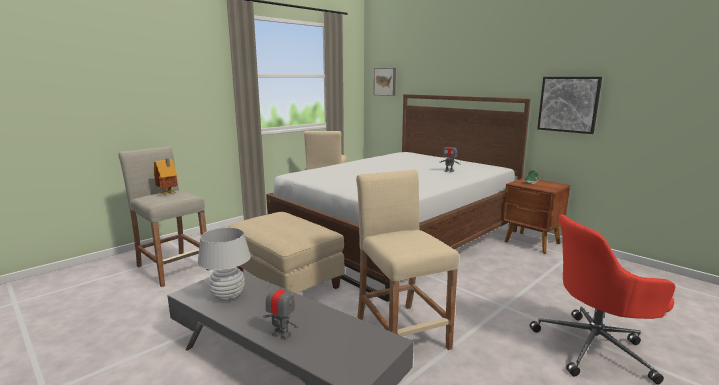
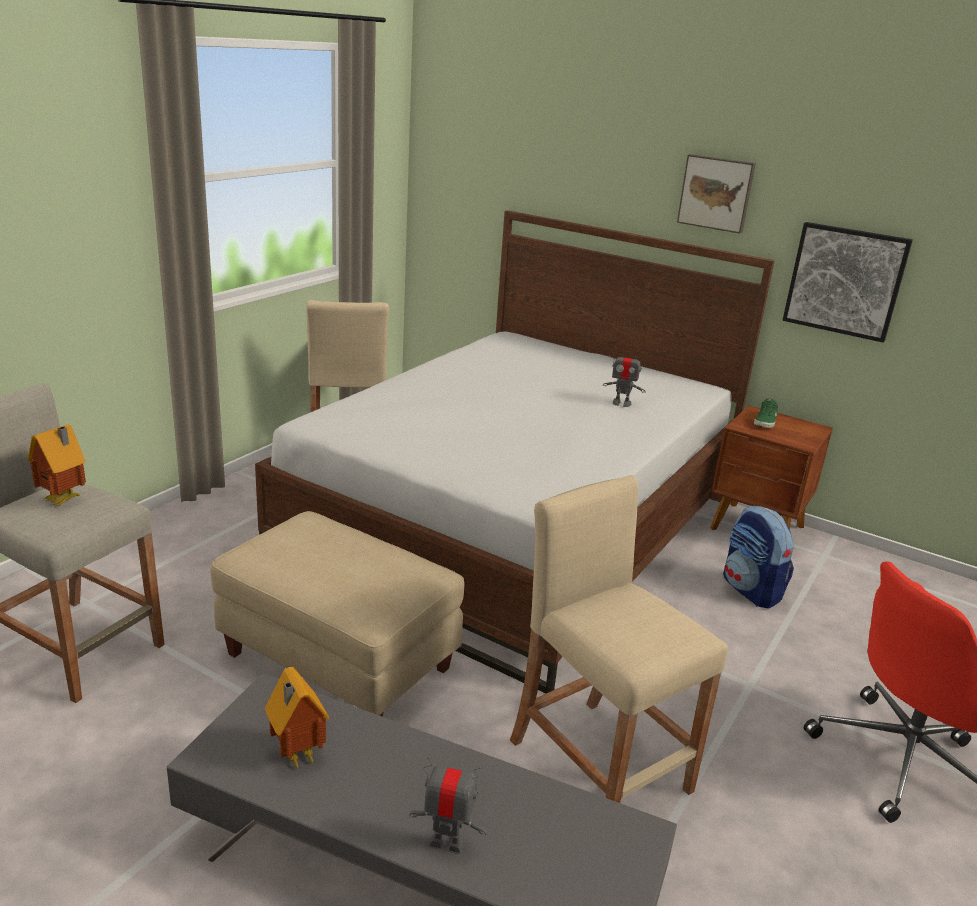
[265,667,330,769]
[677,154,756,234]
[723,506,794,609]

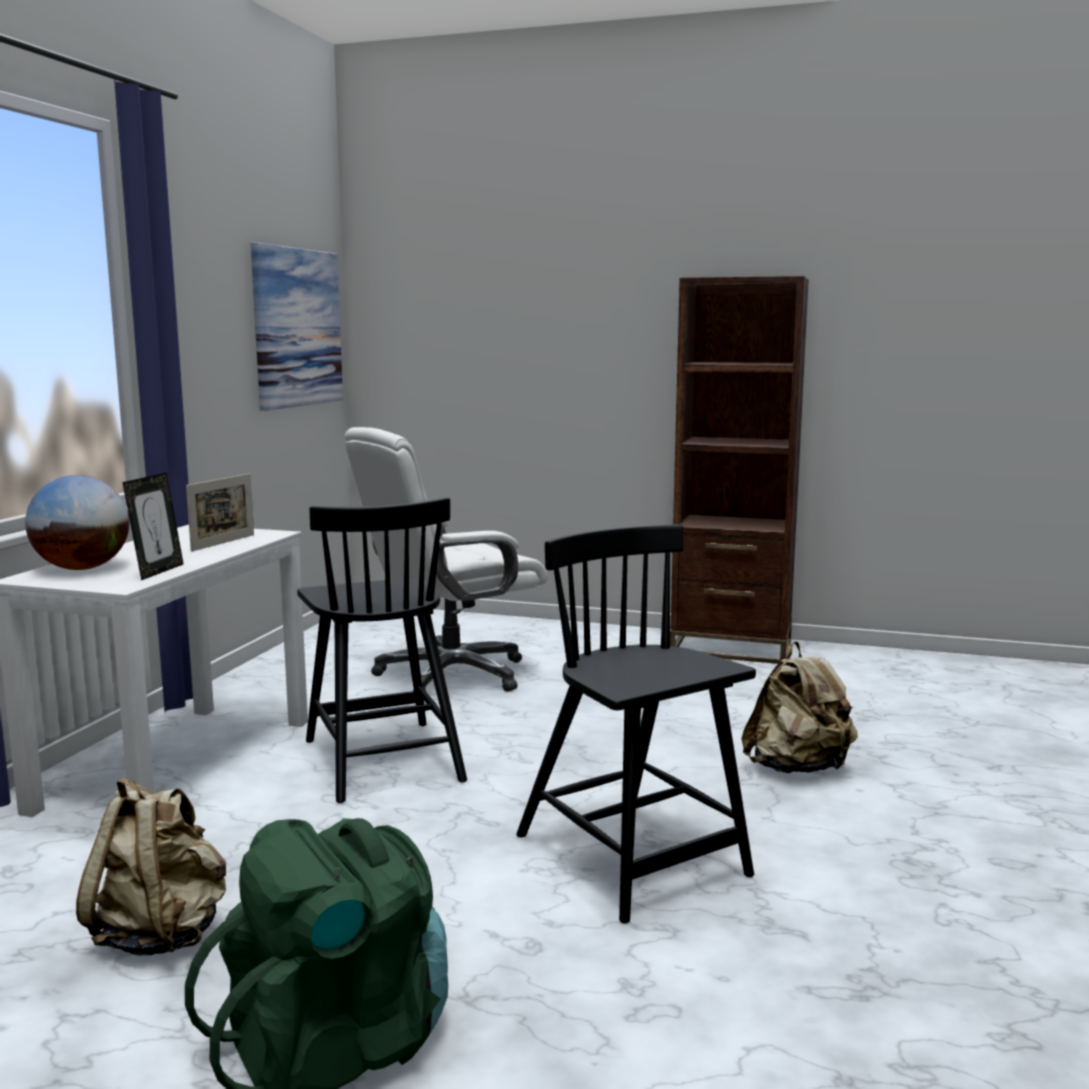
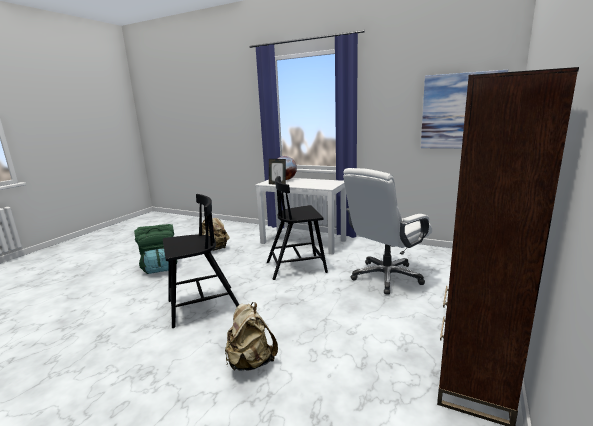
[186,473,254,552] (first image)
[343,168,432,295]

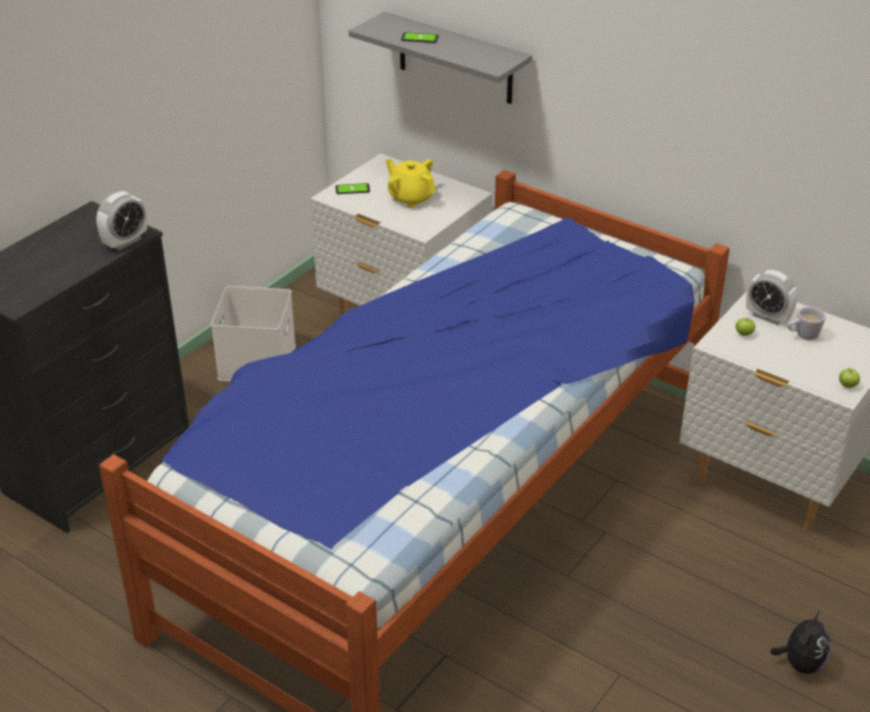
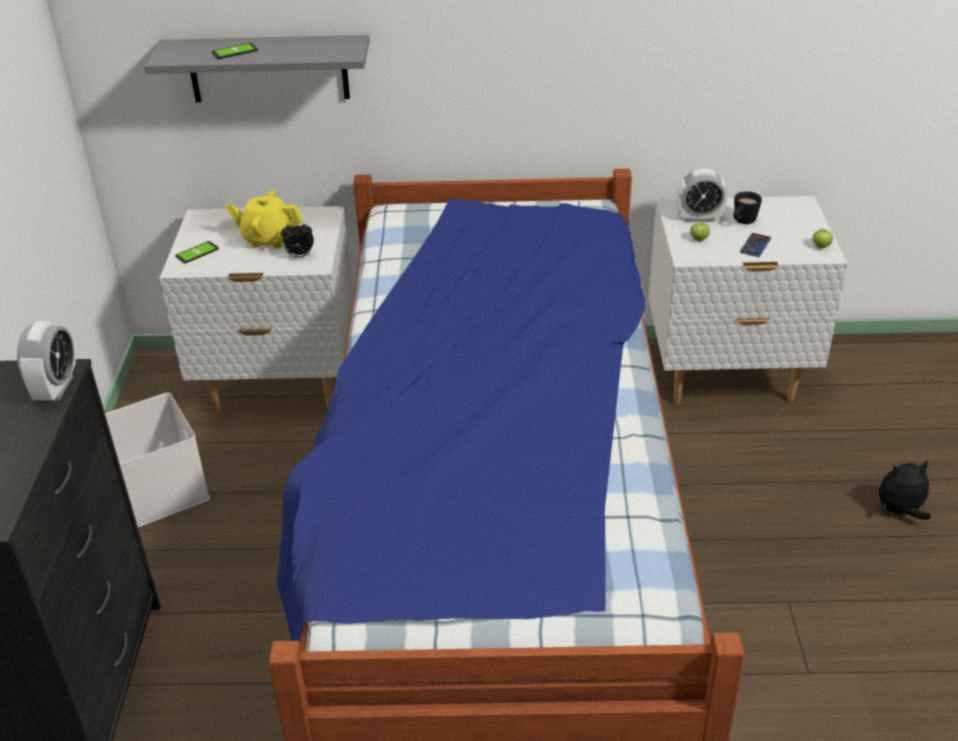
[879,460,930,520]
[733,191,762,224]
[281,221,314,257]
[740,233,771,257]

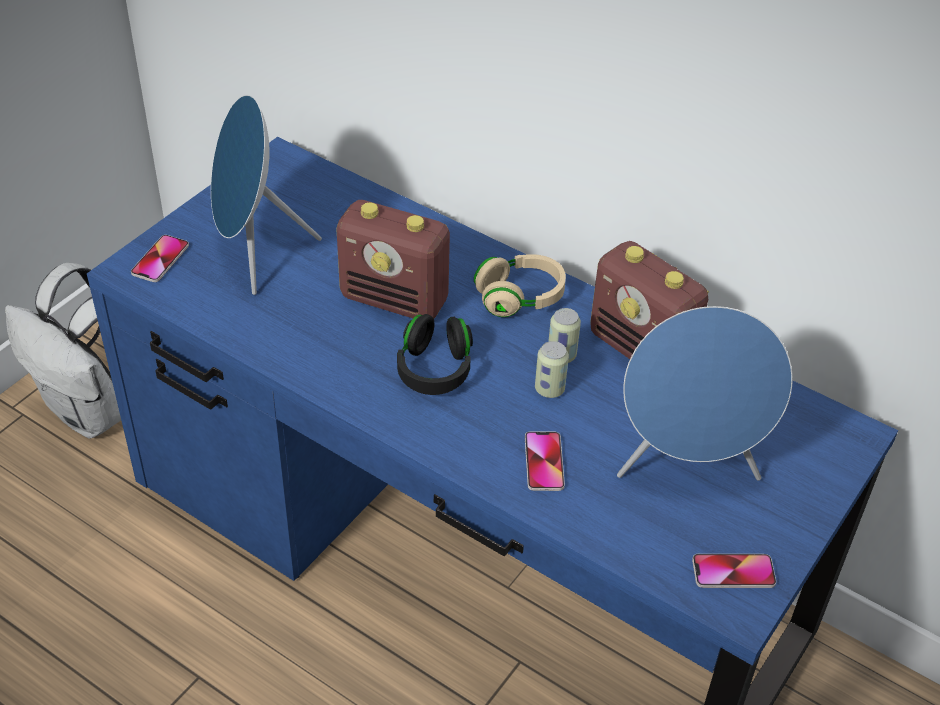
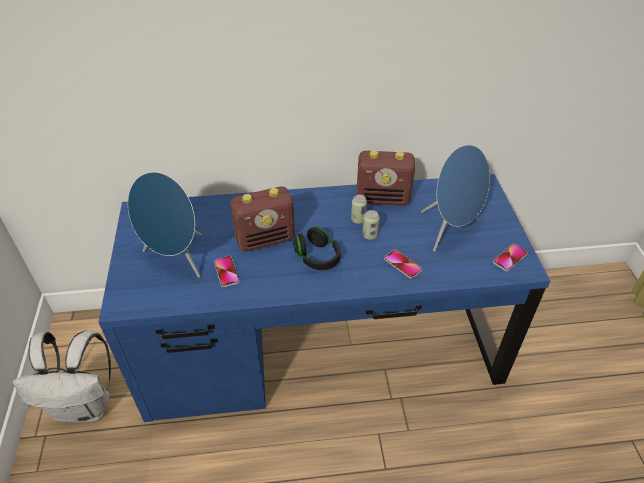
[214,256,240,287]
[474,254,566,317] (first image)

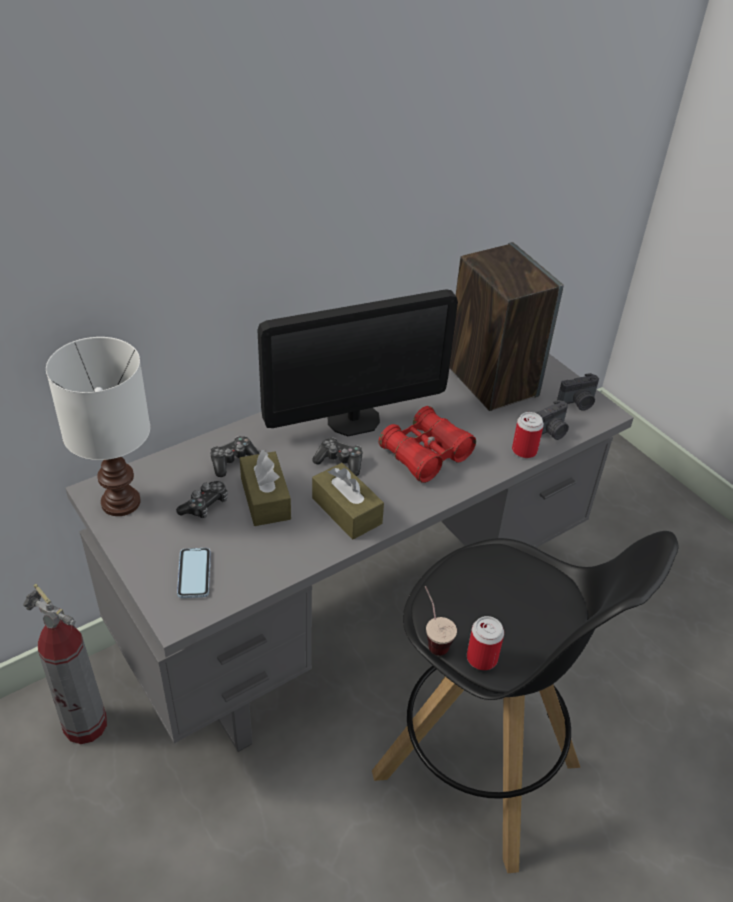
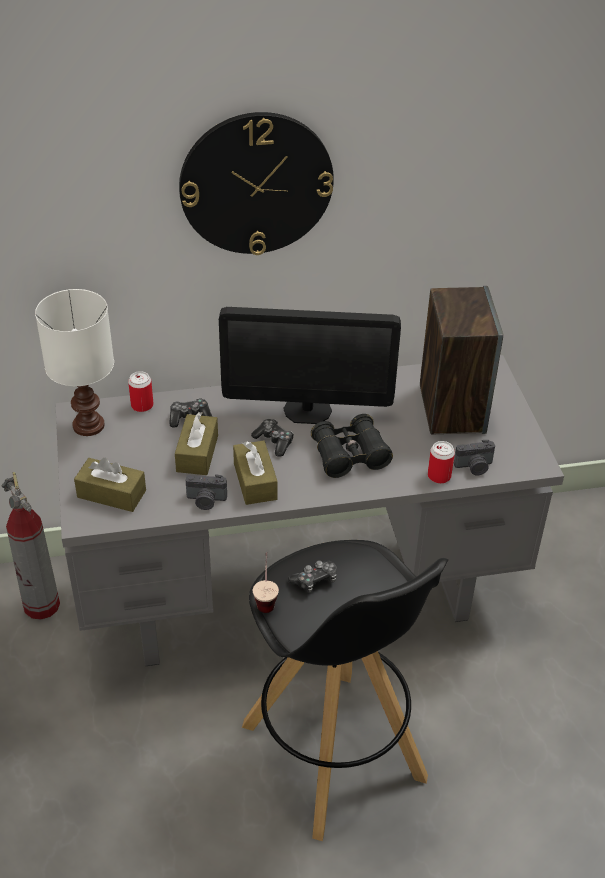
[288,560,337,592]
[74,457,146,512]
[311,414,393,478]
[128,371,154,412]
[186,474,227,510]
[179,112,334,255]

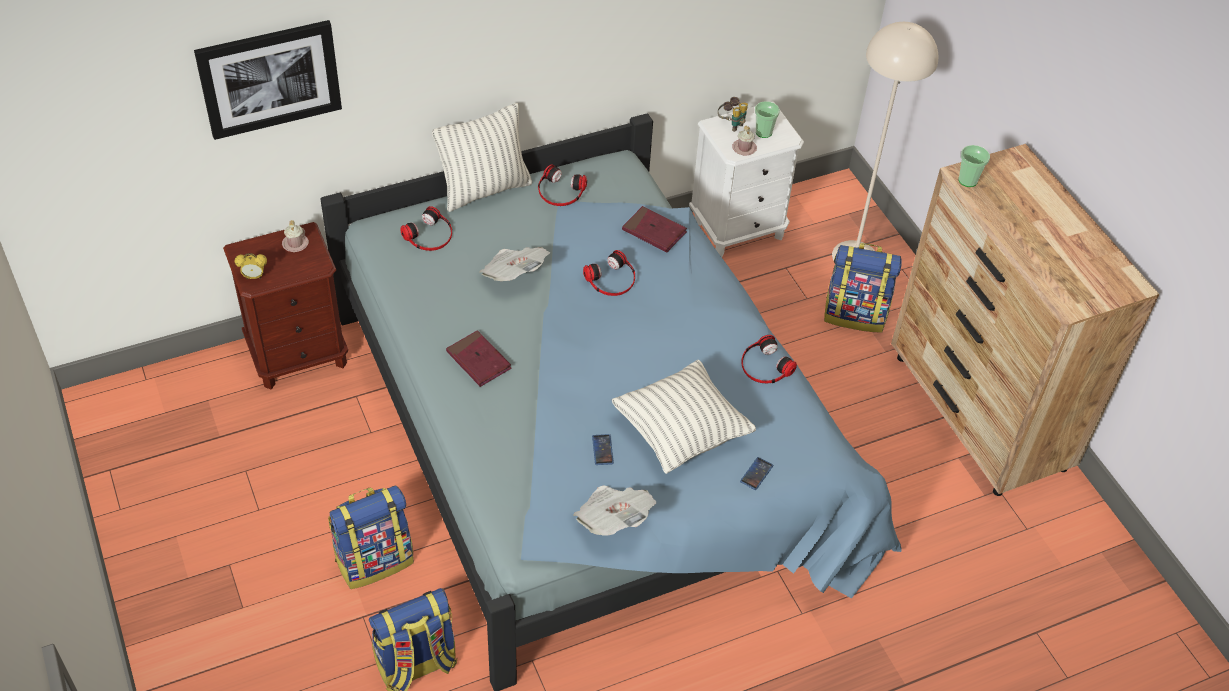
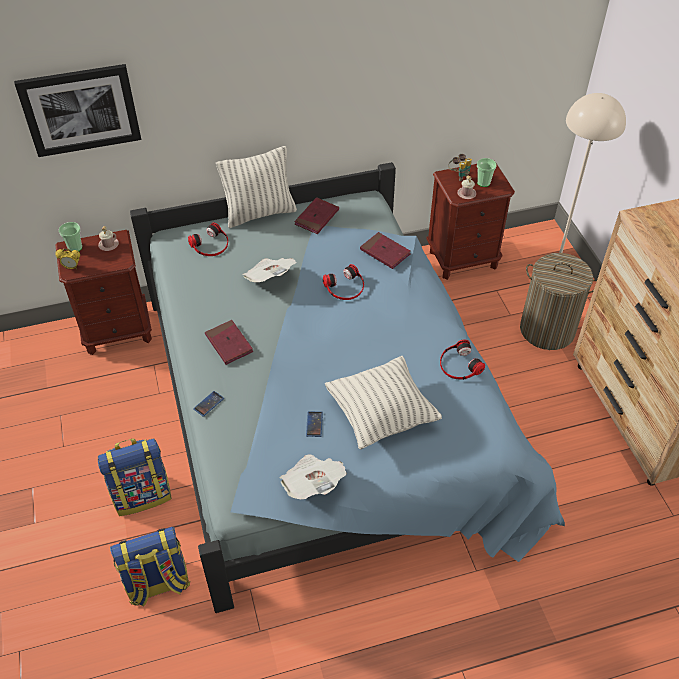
[294,197,339,234]
[426,163,515,280]
[193,391,224,417]
[520,253,597,350]
[59,222,82,251]

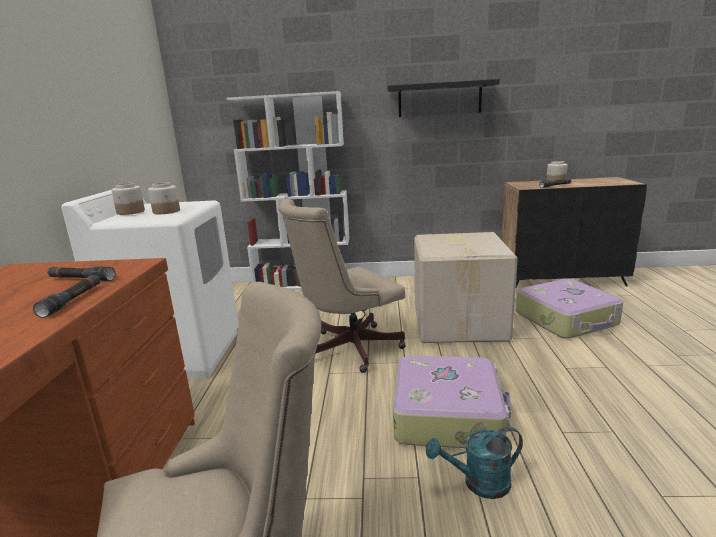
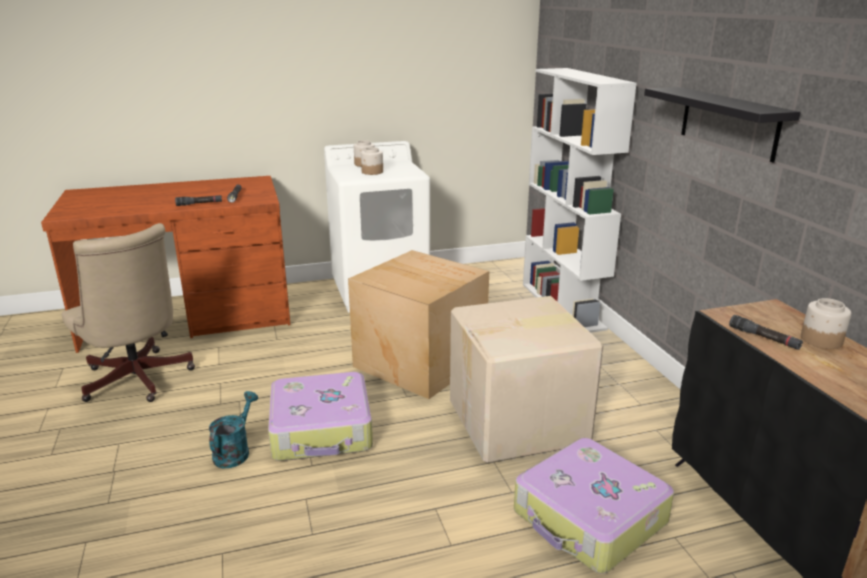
[348,250,489,399]
[209,391,258,468]

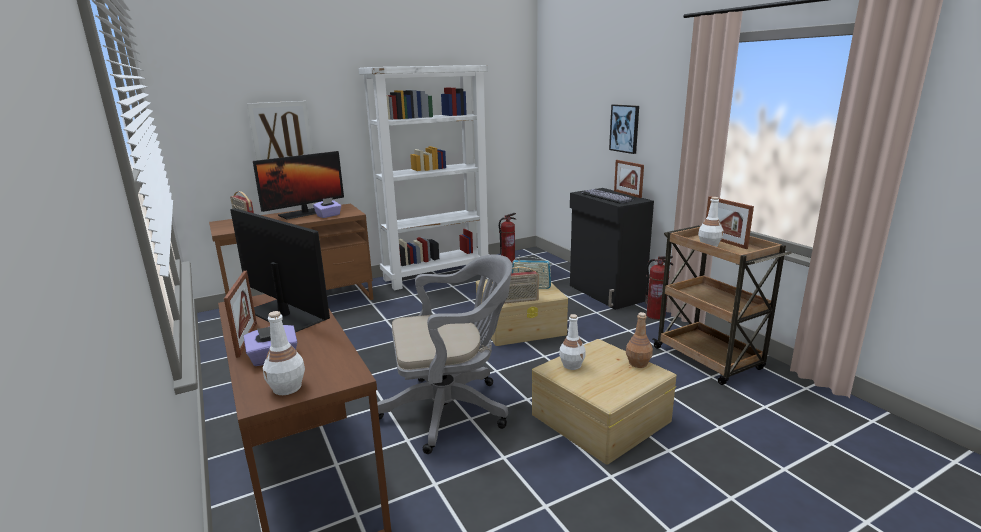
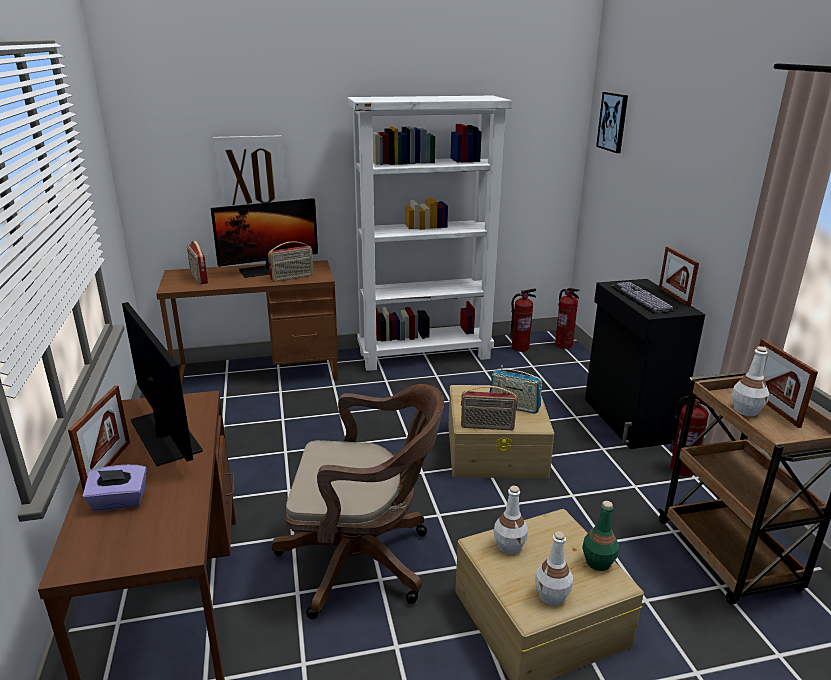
[535,531,573,605]
[268,241,314,282]
[272,384,444,619]
[596,92,628,153]
[582,501,619,571]
[555,288,580,349]

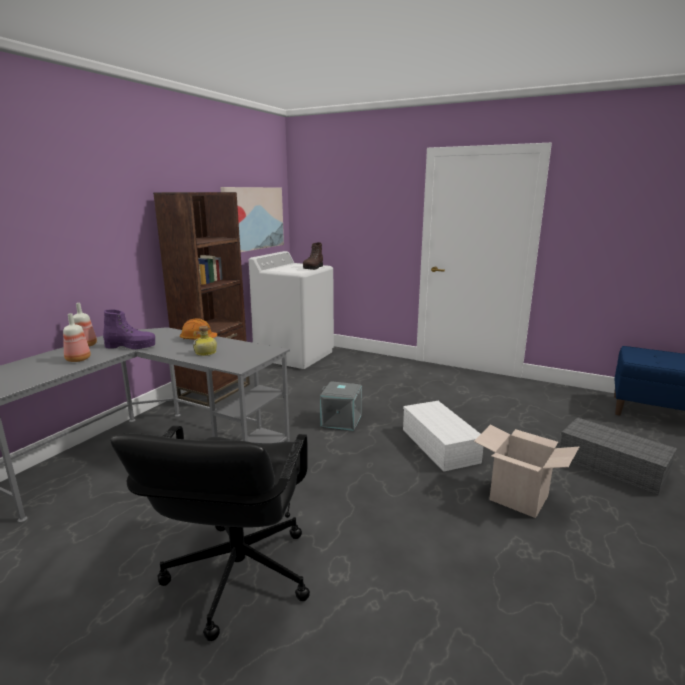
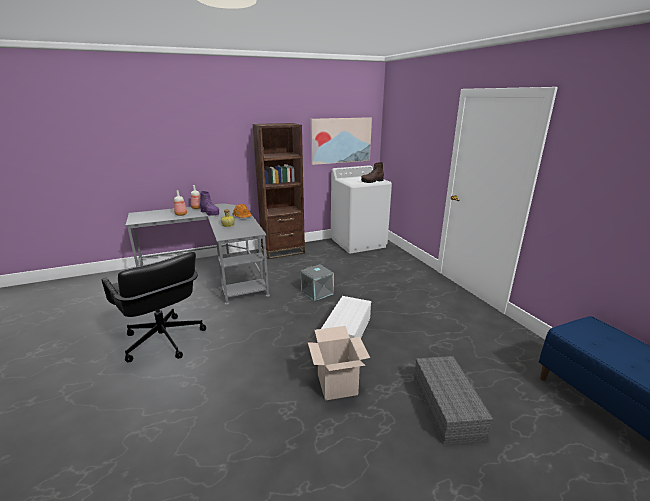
[102,252,206,362]

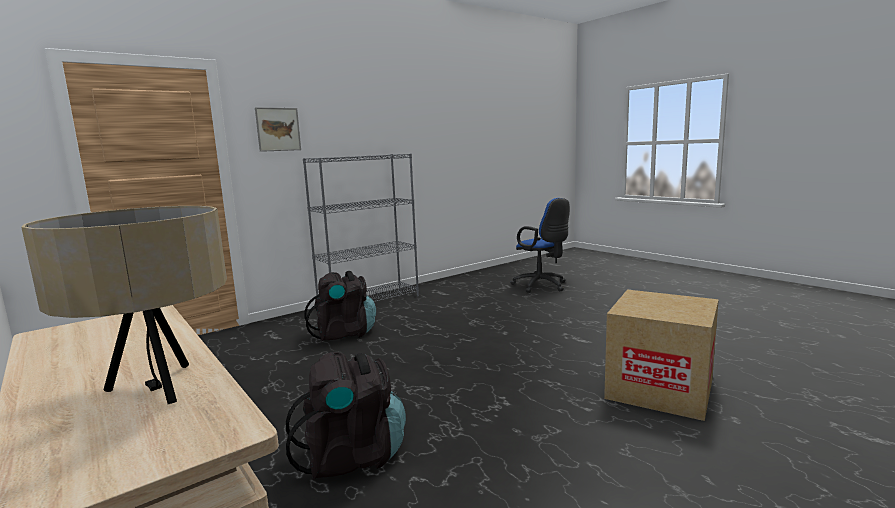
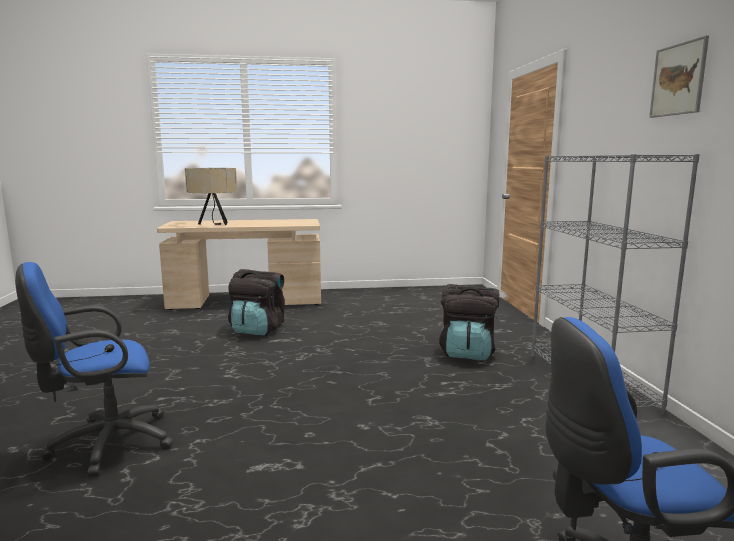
[649,35,709,118]
[15,262,173,477]

